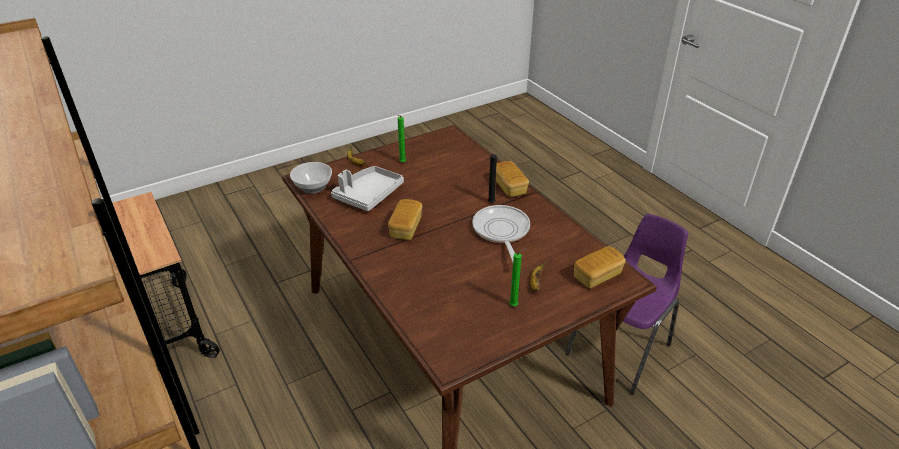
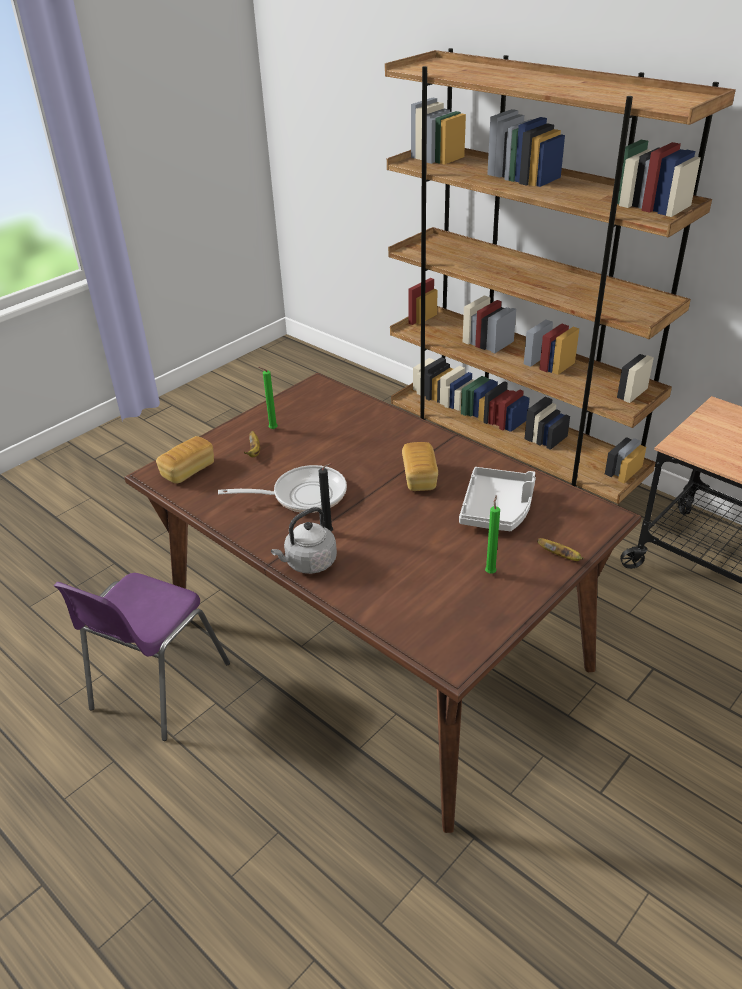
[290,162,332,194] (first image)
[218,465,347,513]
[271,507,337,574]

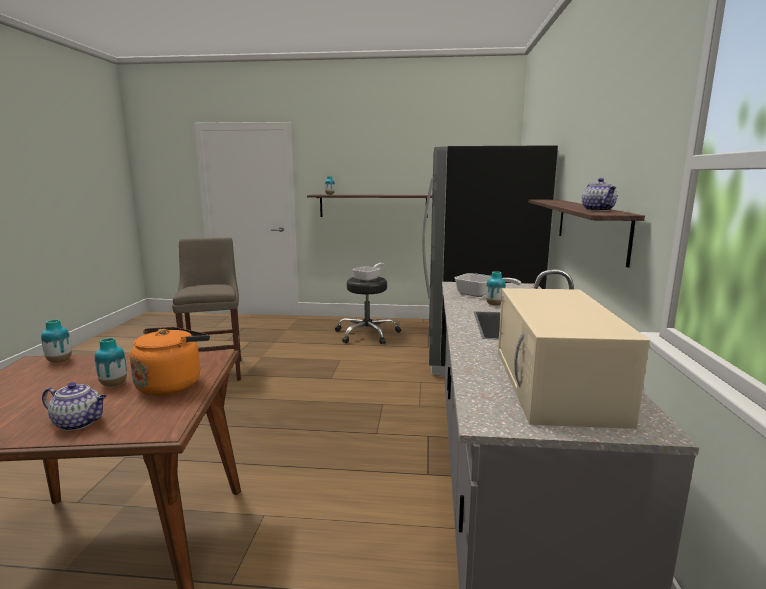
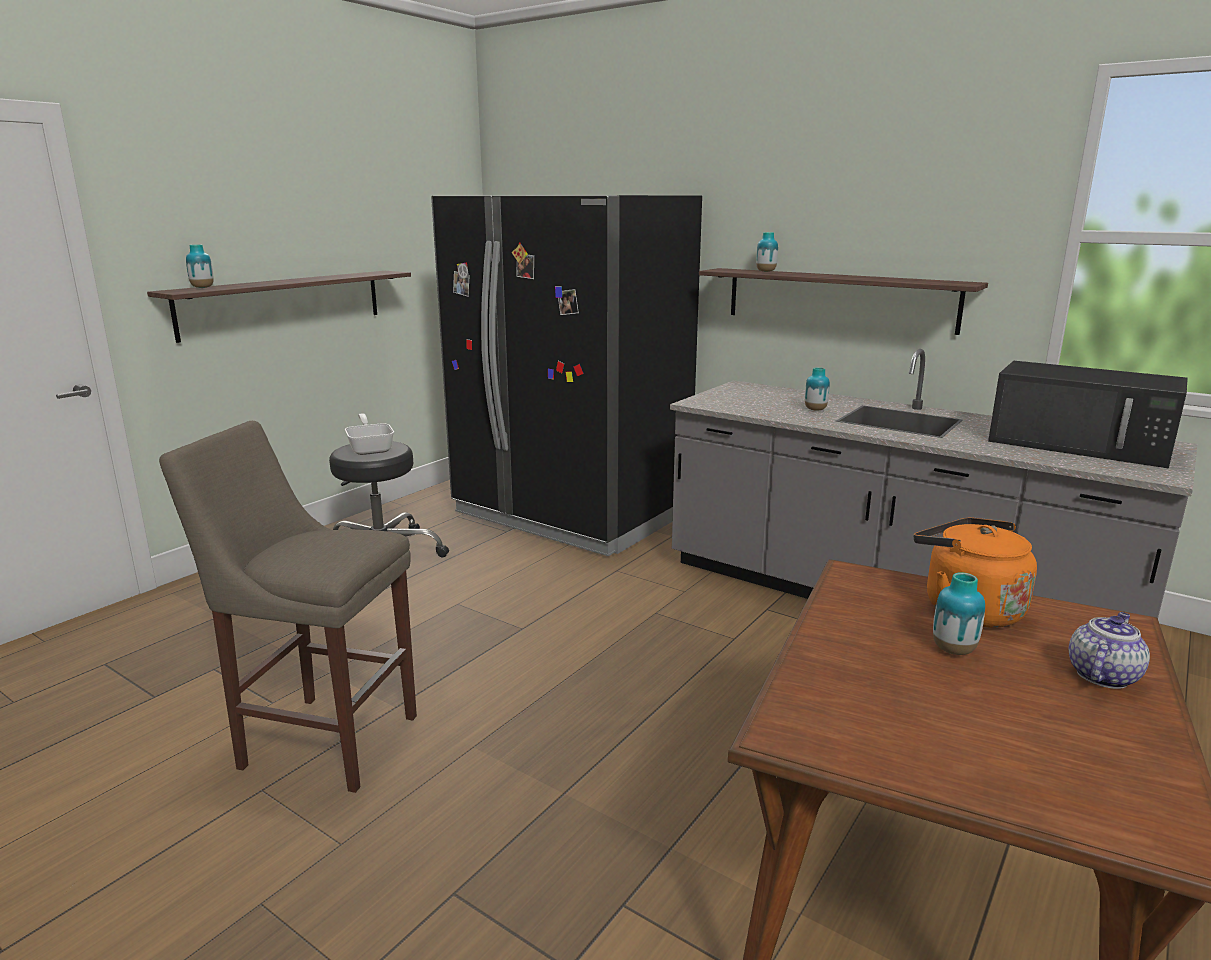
[756,232,778,272]
[454,273,521,297] (first image)
[988,361,1188,468]
[582,178,617,211] (first image)

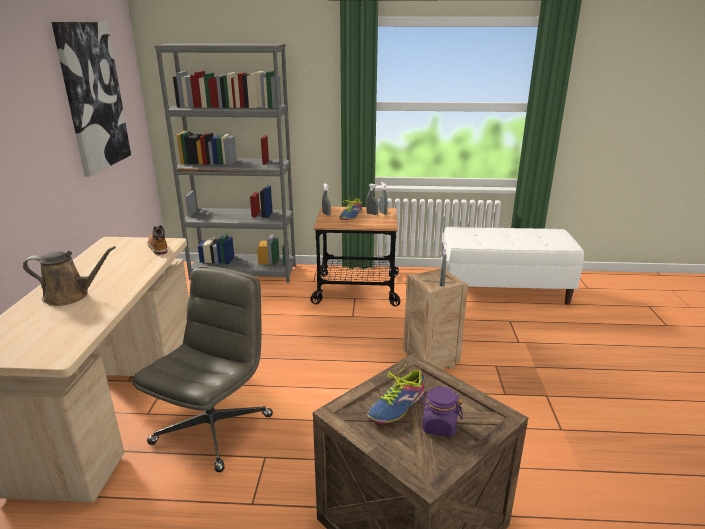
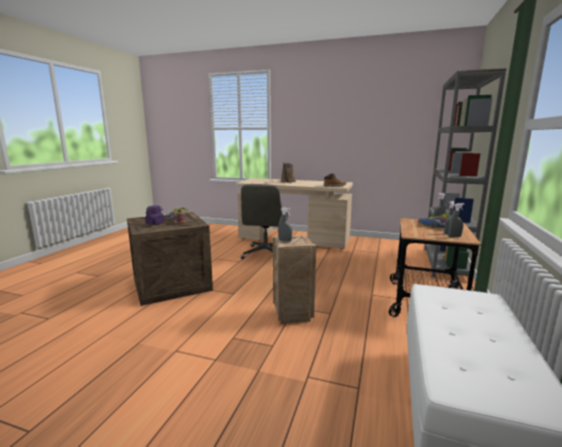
[52,22,131,177] (first image)
[241,184,288,259]

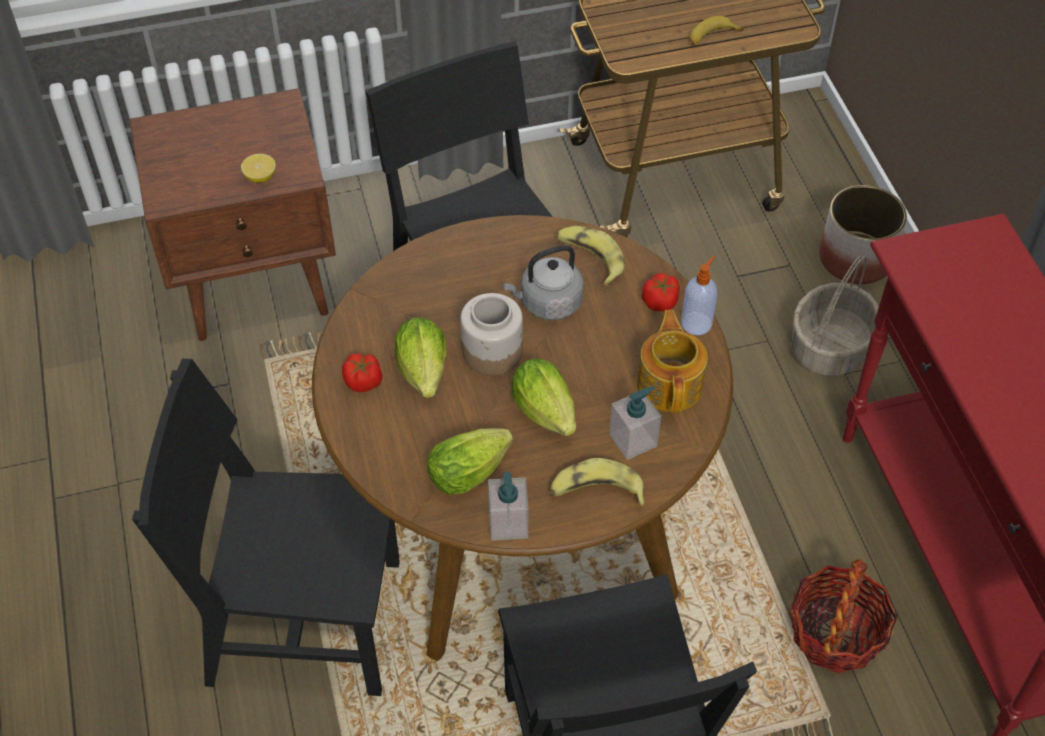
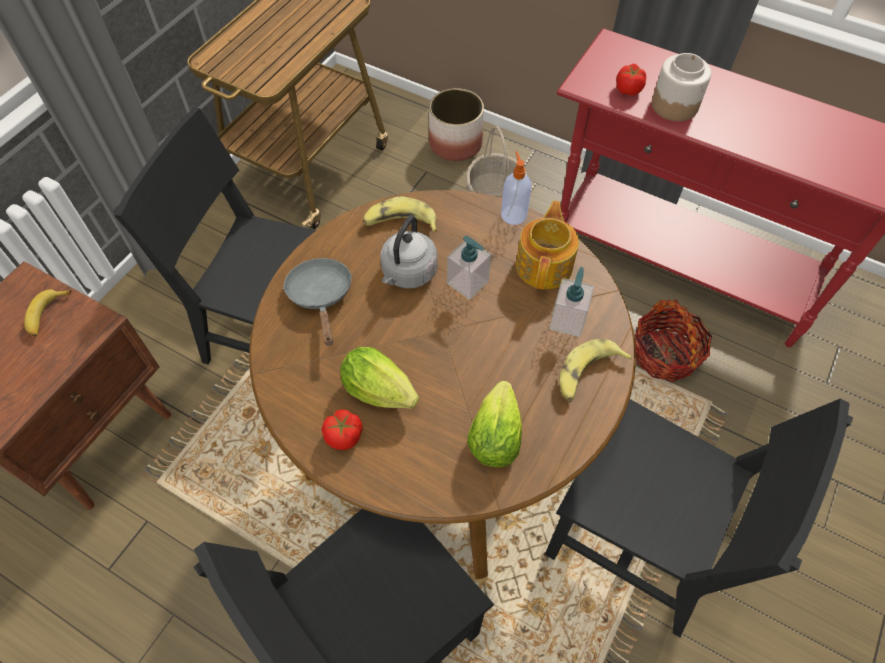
[241,154,276,183] (first image)
[652,53,712,121]
[447,236,491,300]
[512,359,576,436] (first image)
[516,201,579,290]
[616,63,646,96]
[24,289,72,337]
[283,258,352,346]

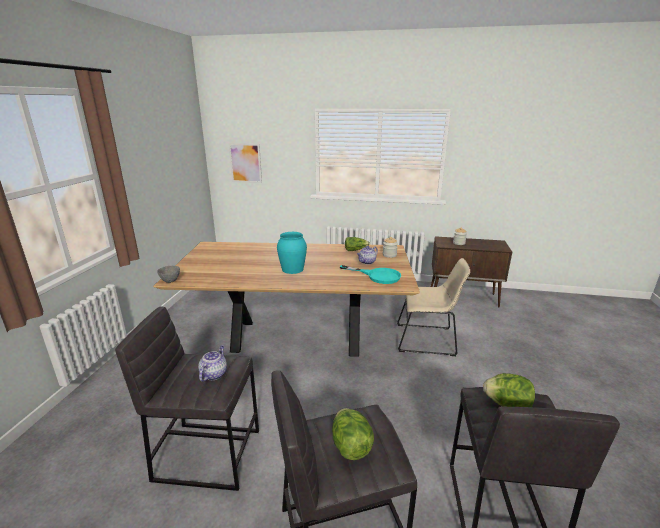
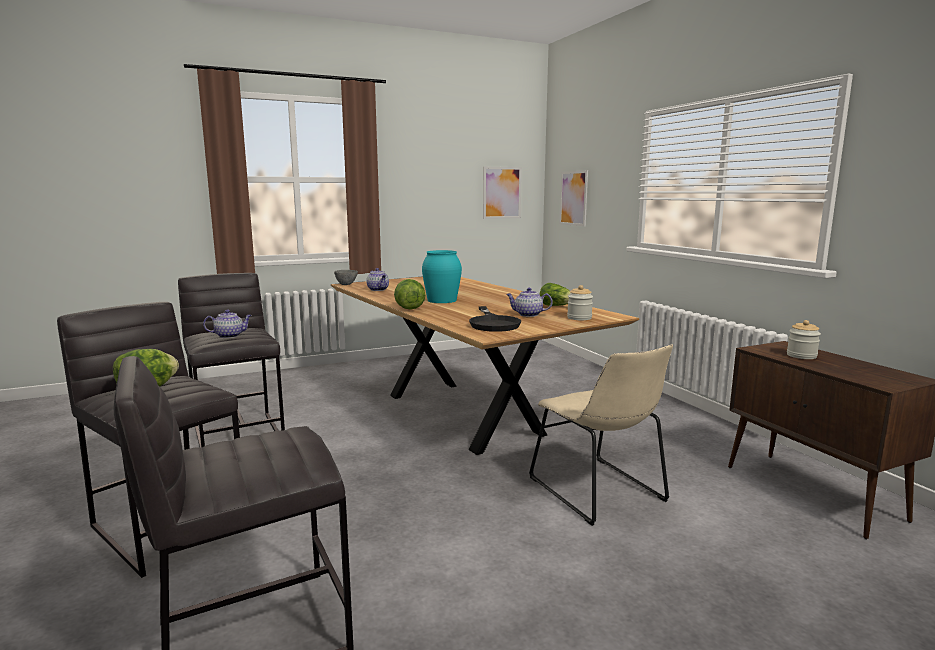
[469,306,521,332]
[394,279,426,310]
[366,268,389,291]
[483,167,522,219]

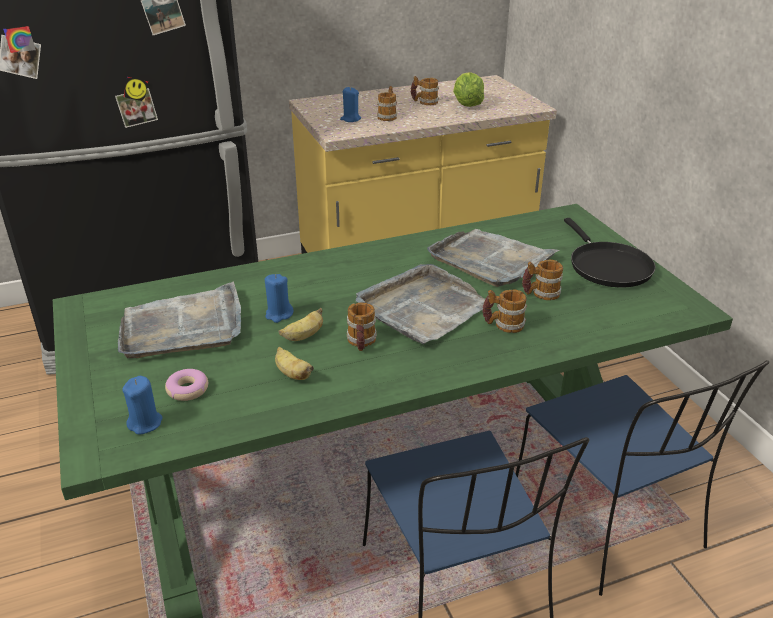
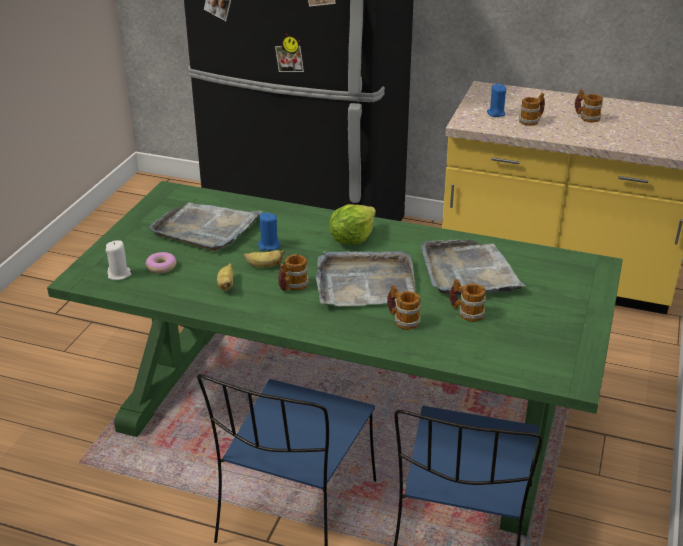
[106,240,131,280]
[329,204,376,245]
[564,218,656,287] (first image)

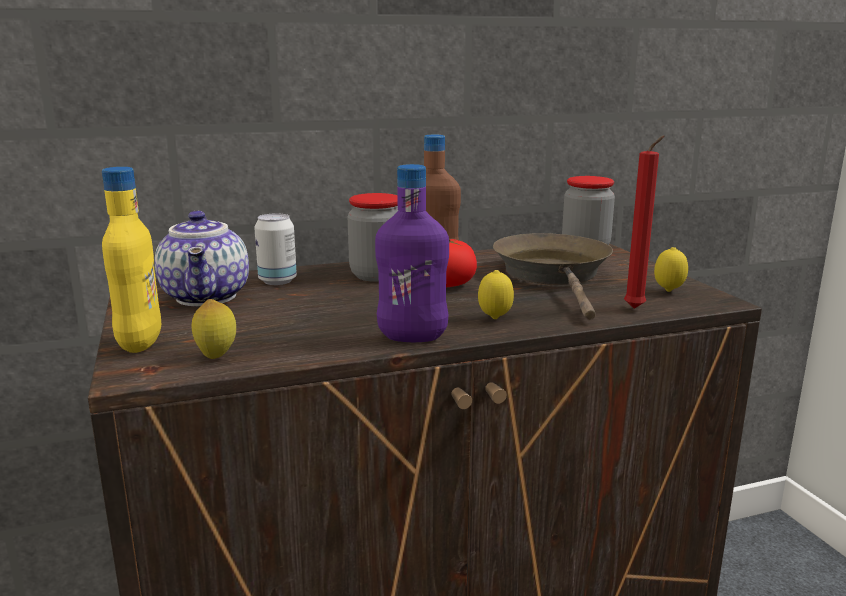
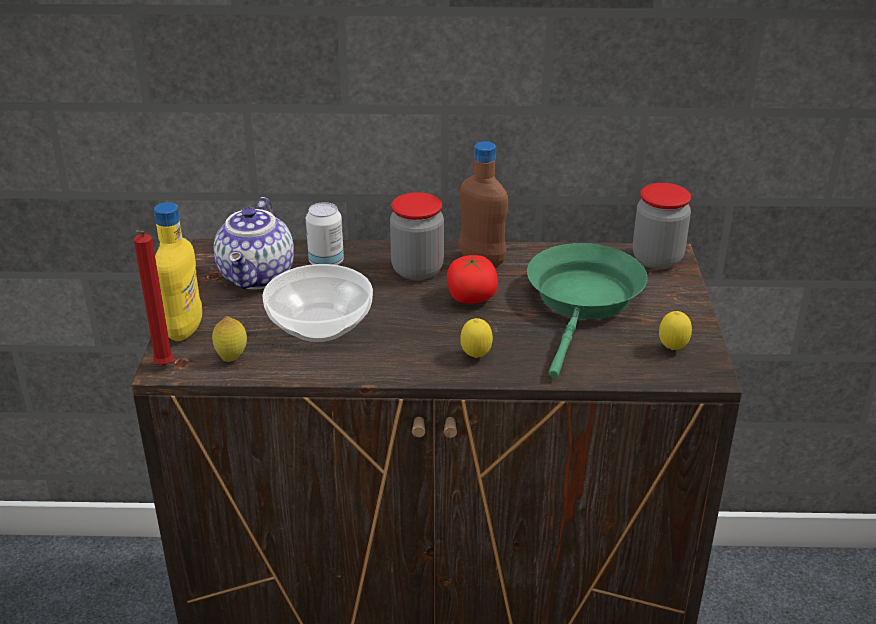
[375,164,449,342] (first image)
[527,243,647,378]
[134,230,174,366]
[262,264,373,342]

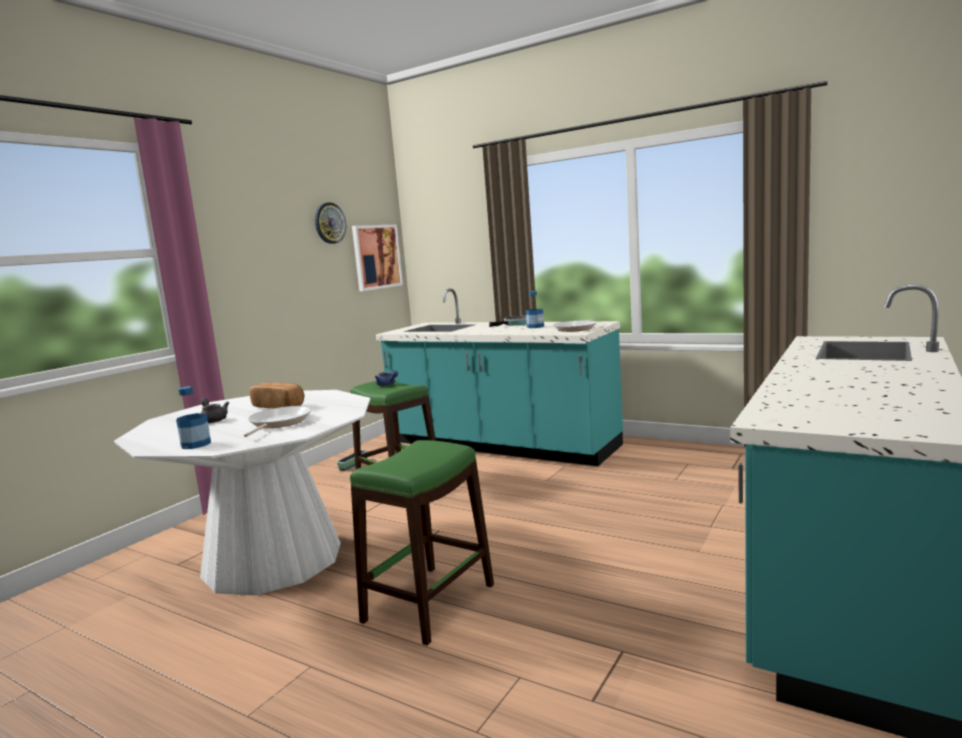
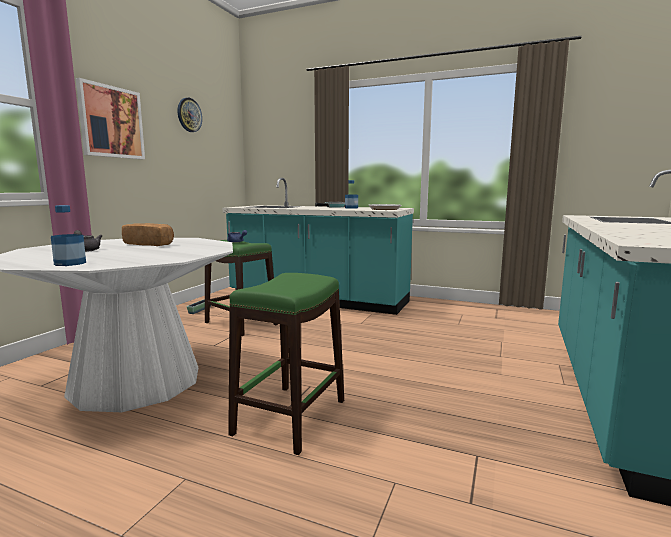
[244,406,311,437] (first image)
[76,78,145,159]

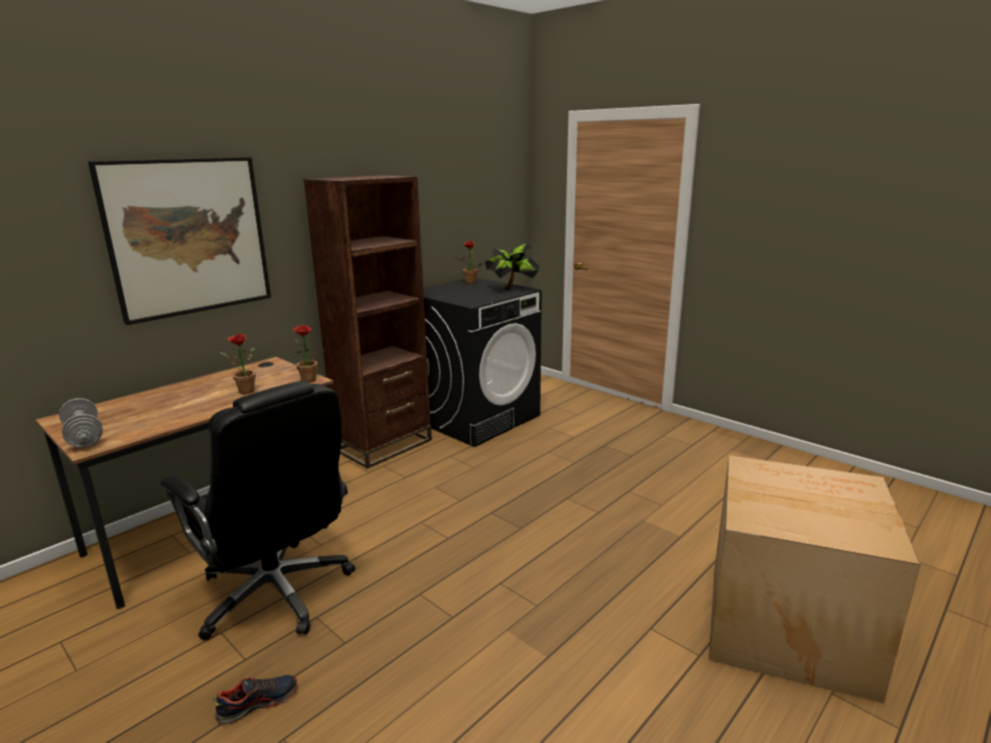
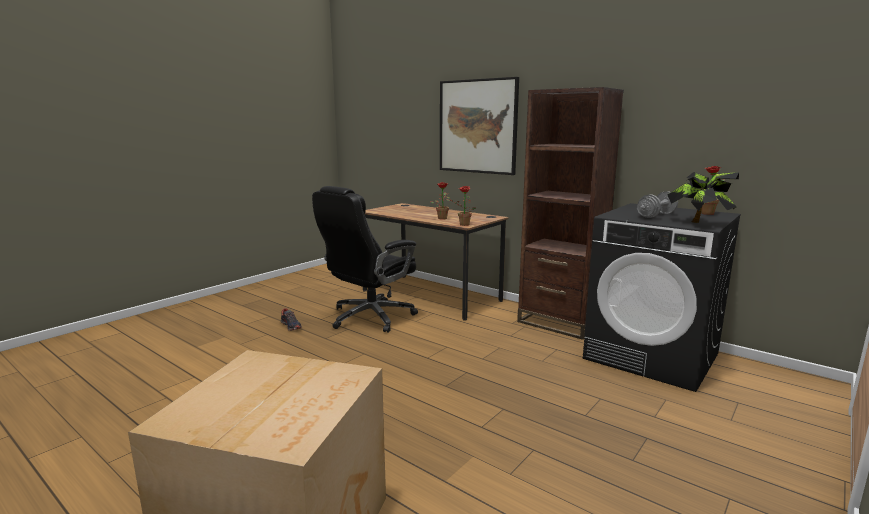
[637,191,678,218]

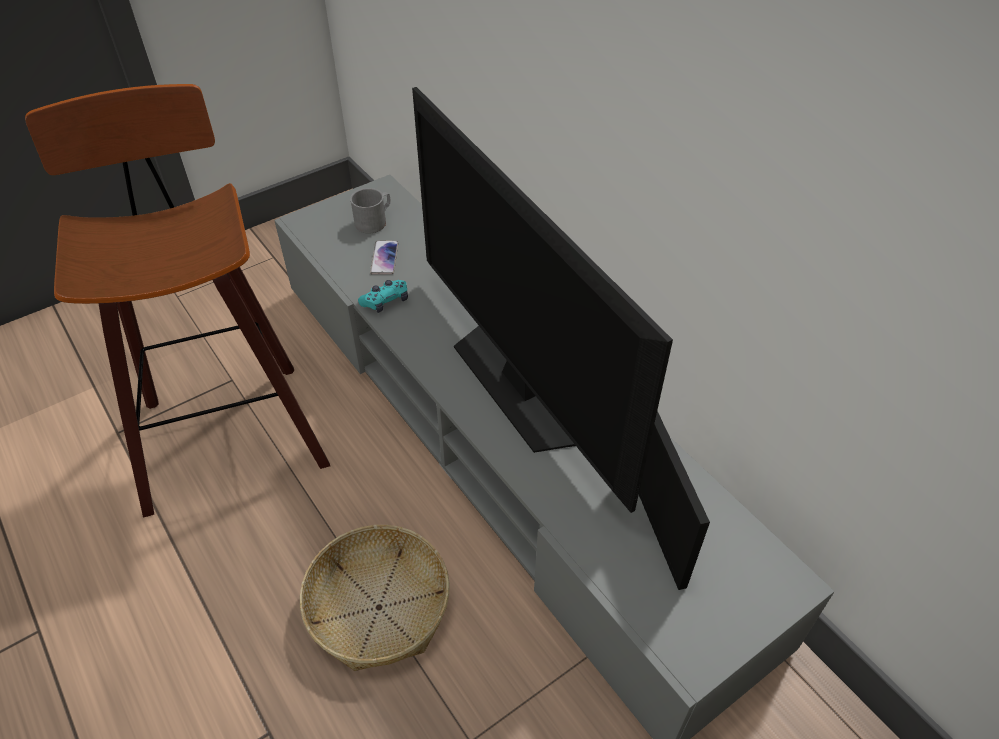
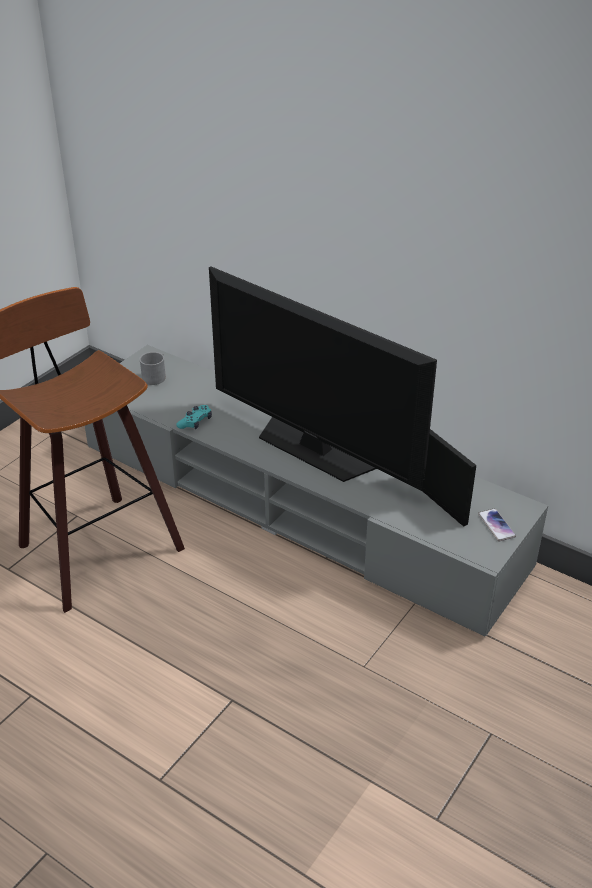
[300,525,450,671] (first image)
[478,509,516,541]

